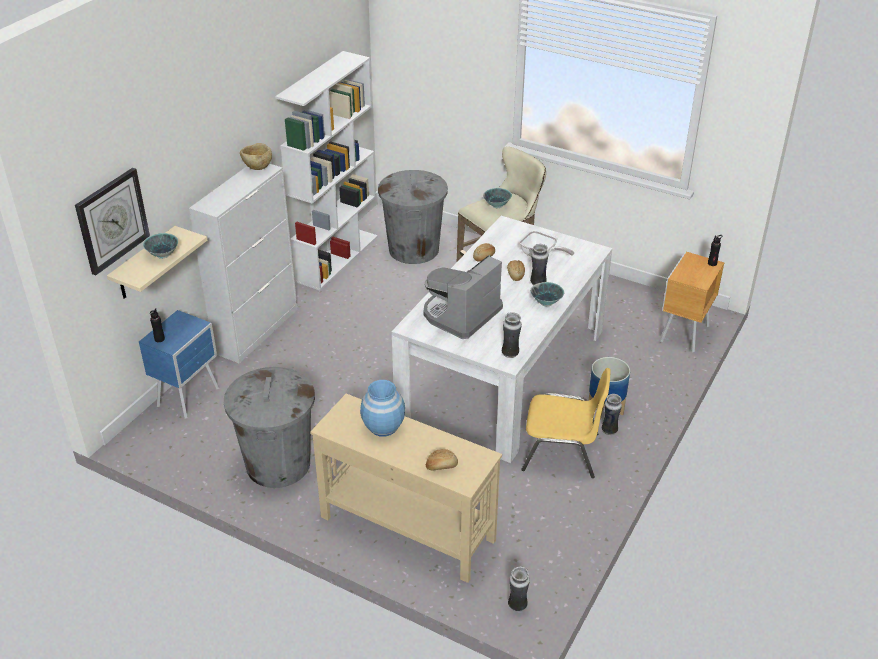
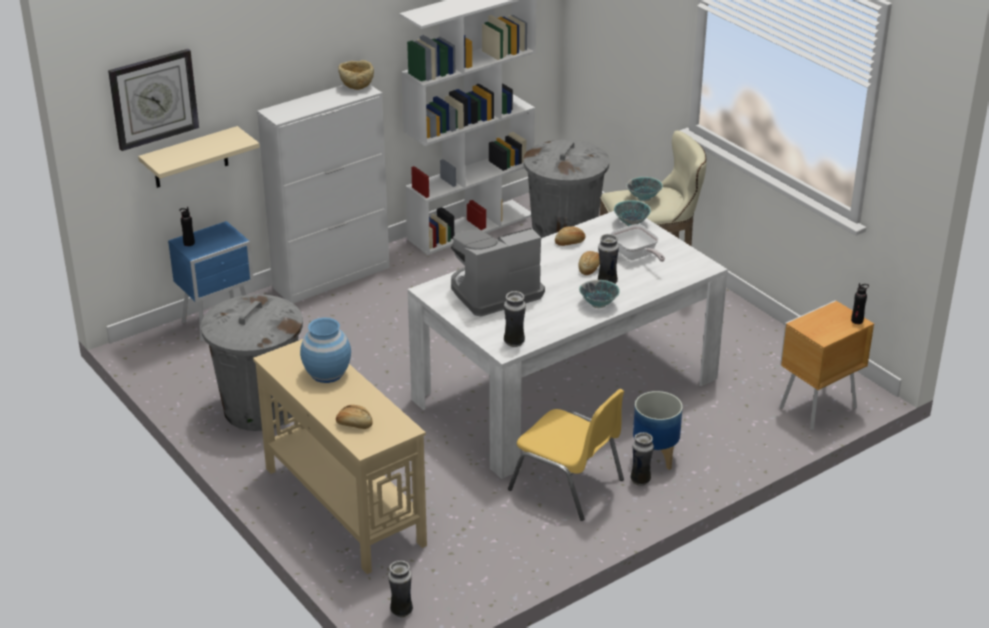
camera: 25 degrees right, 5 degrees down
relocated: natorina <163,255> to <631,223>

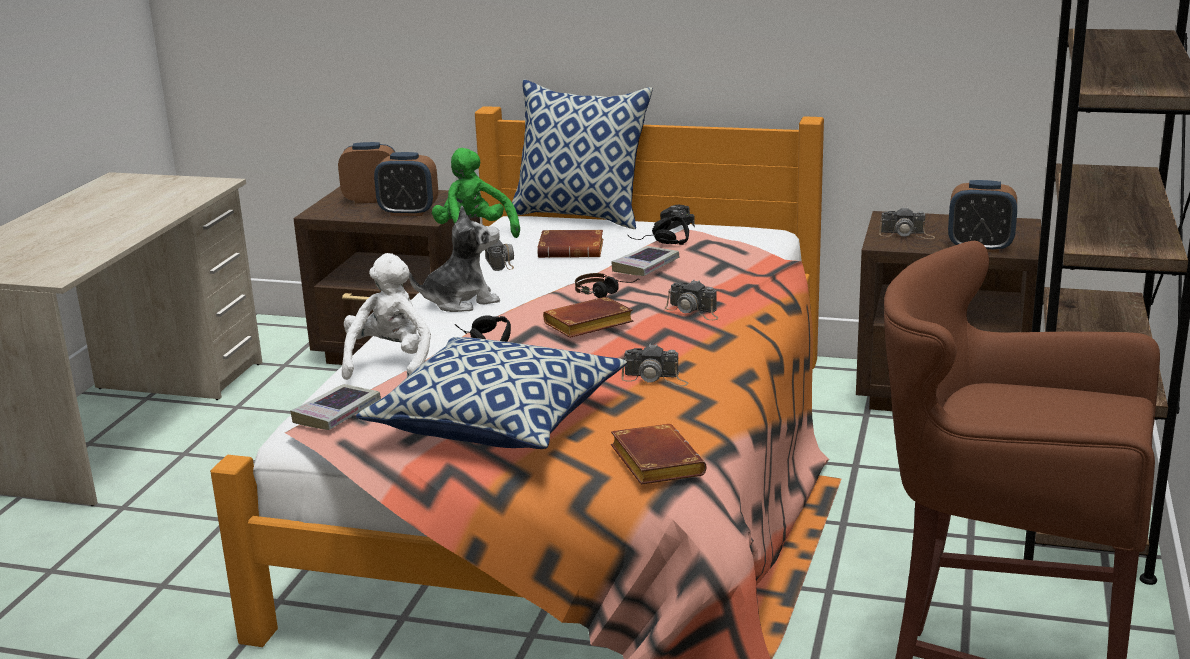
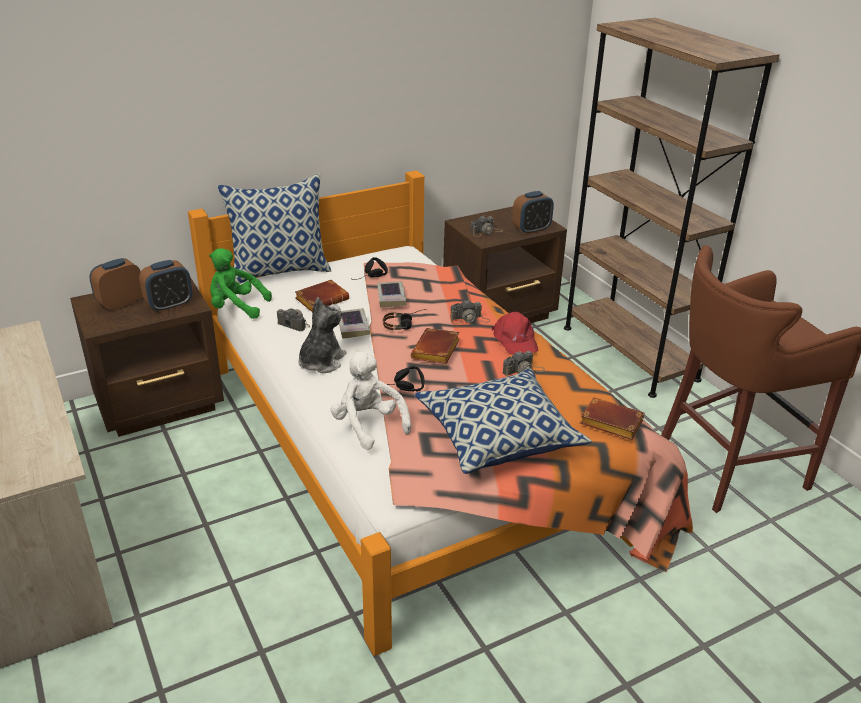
camera: 45 degrees left, 10 degrees up
missing: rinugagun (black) <677,223>
appeared: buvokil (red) <515,340>
relocated: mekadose <337,413> to <353,326>

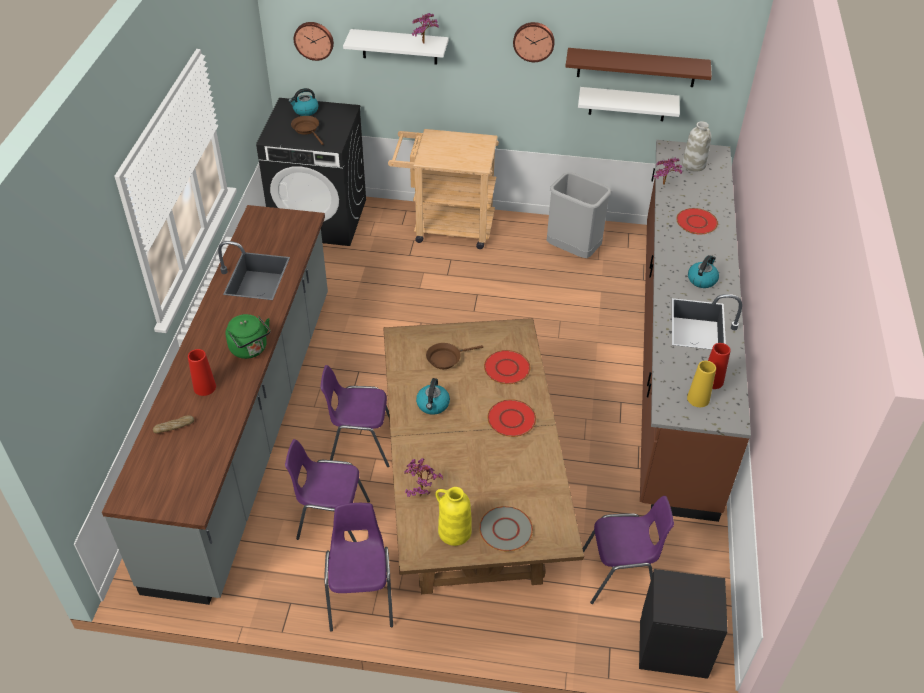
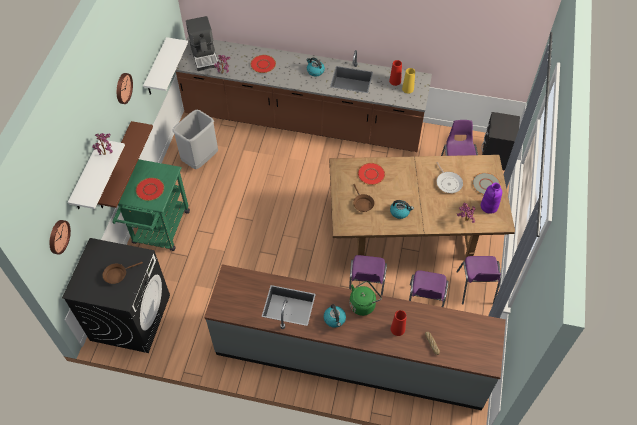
camera: 85 degrees left, 10 degrees up
appeared: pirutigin <448,182>
relocated: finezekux <305,110> to <335,319>; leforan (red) <511,419> to <150,190>; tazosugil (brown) <636,67> to <115,167>
exchanged: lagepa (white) <694,165> to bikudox <205,55>
colour: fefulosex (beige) <445,227> to fefulosex (green) <159,231>; lagepa (yellow) <454,532> to lagepa (purple) <489,206>
spun: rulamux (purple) <361,597> = <475,288> 90 degrees counterclockwise

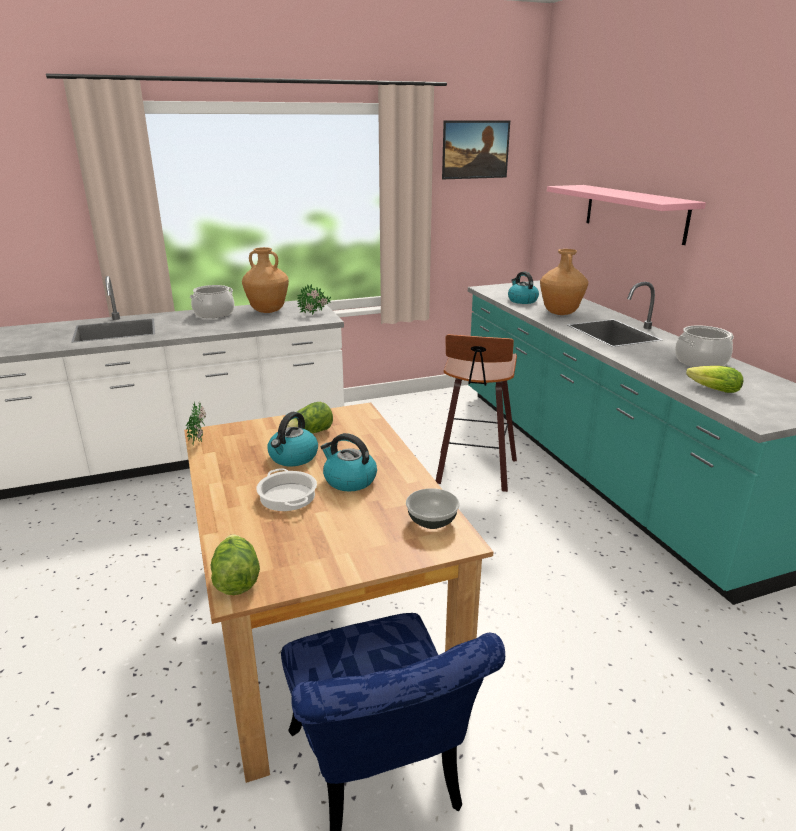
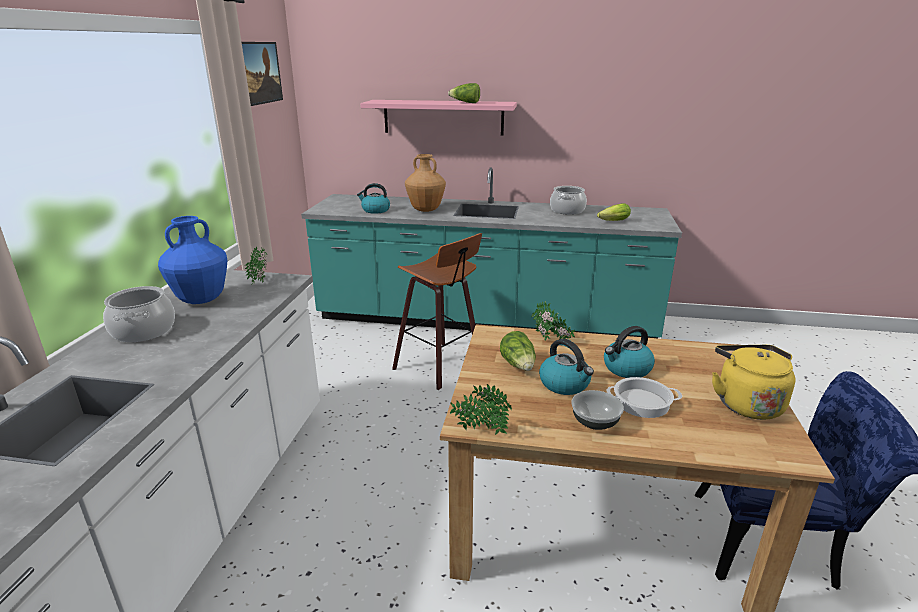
camera: 60 degrees left, 0 degrees up
appeared: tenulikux <551,341>; finezekux (yellow) <746,403>
relocated: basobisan <235,578> to <465,103>; natorina <432,522> to <595,422>
colour: lagepa (brown) <267,311> to lagepa (blue) <201,300>

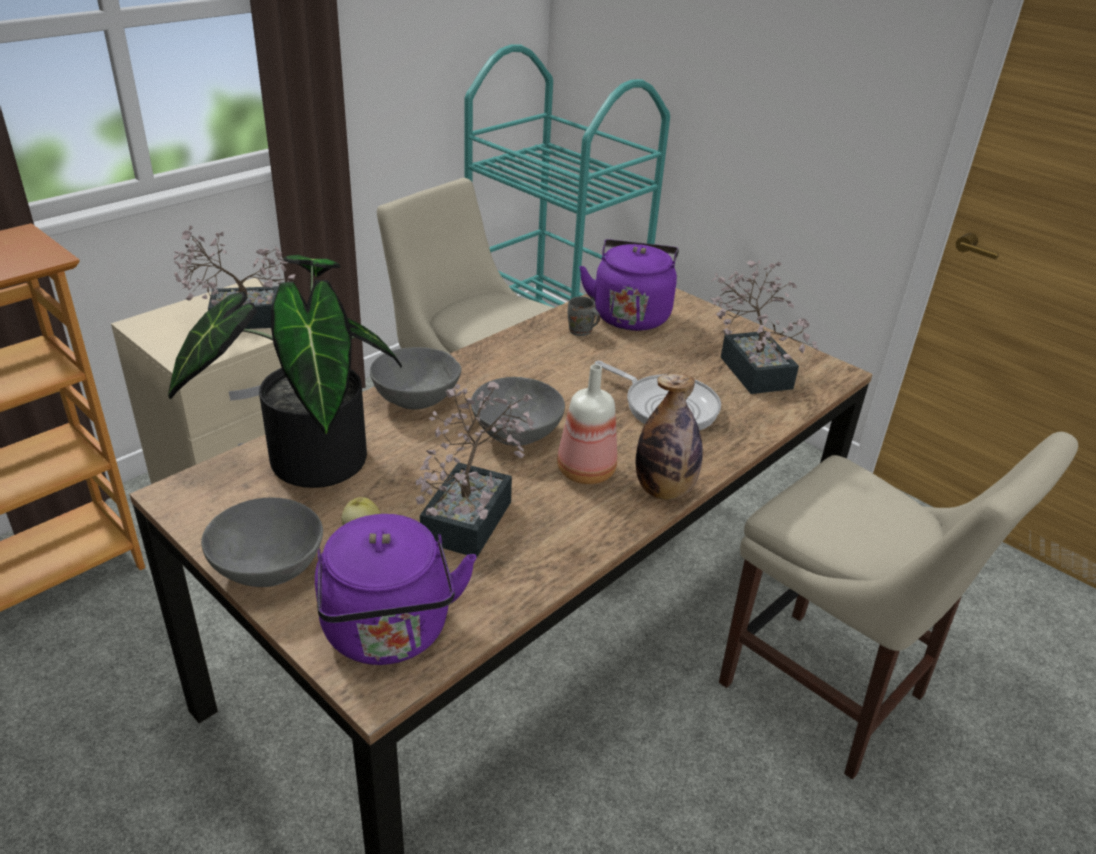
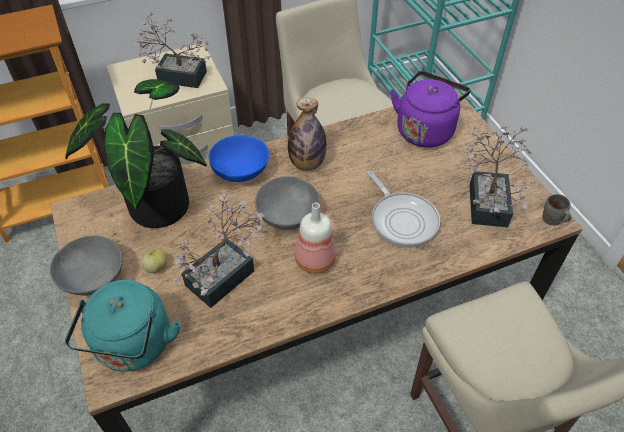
camera: 25 degrees right, 15 degrees up
relocated: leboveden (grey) <581,332> to <551,220>; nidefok <664,490> to <307,163>
colour: finezekux (purple) <389,634> to finezekux (turquoise) <133,347>; natorina (grey) <416,399> to natorina (blue) <240,172>

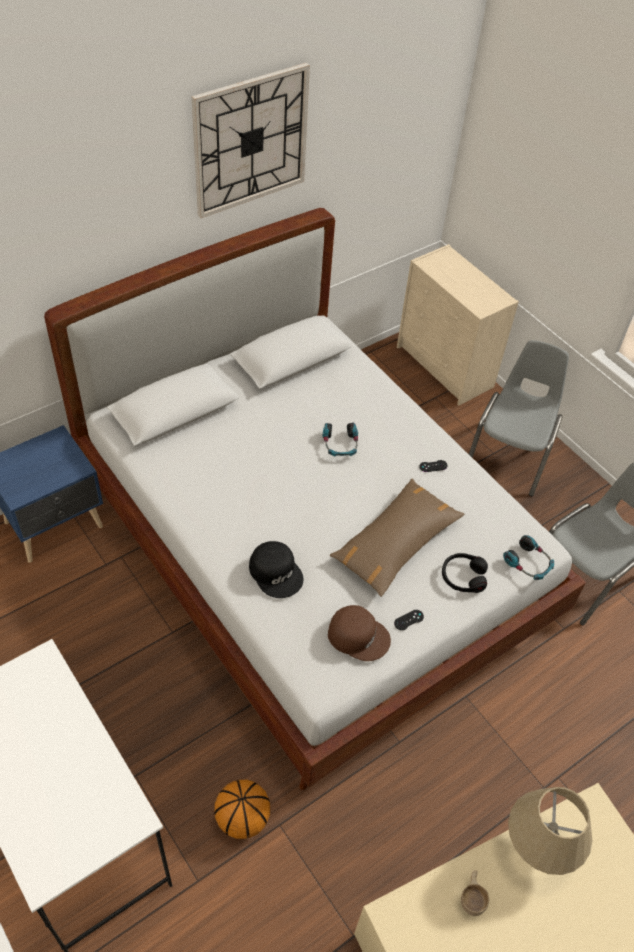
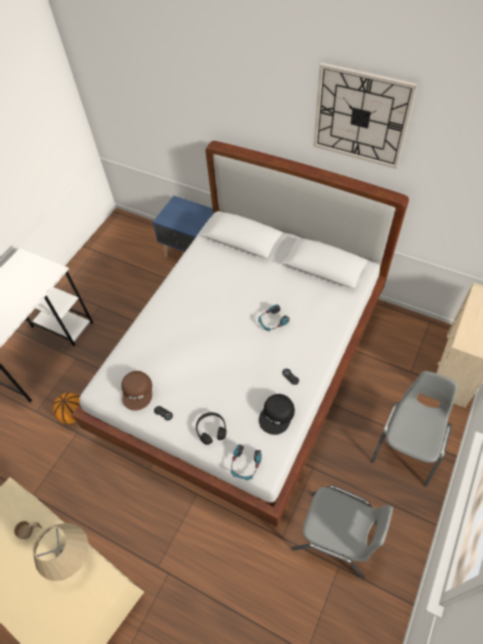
camera: 70 degrees right, 5 degrees up
missing: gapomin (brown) <395,543>
relocated: buvokil (black) <276,572> to <277,415>
spun: rulamux (grey) <510,454> = <408,444> 60 degrees counterclockwise

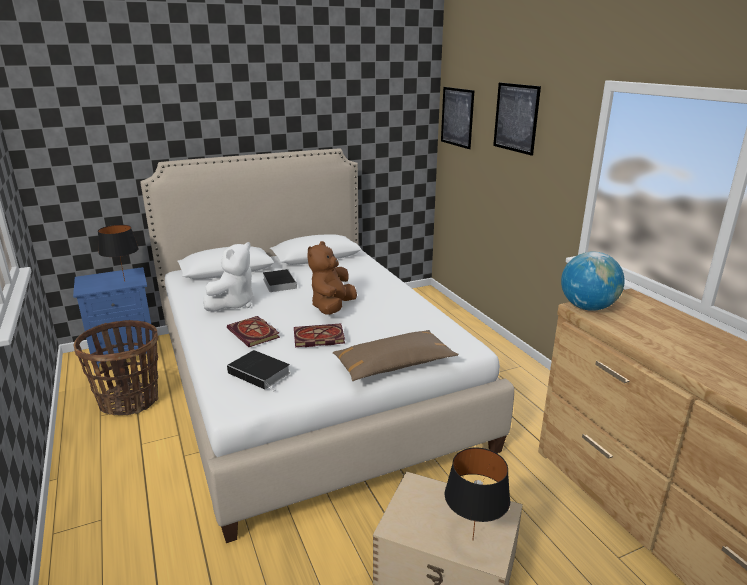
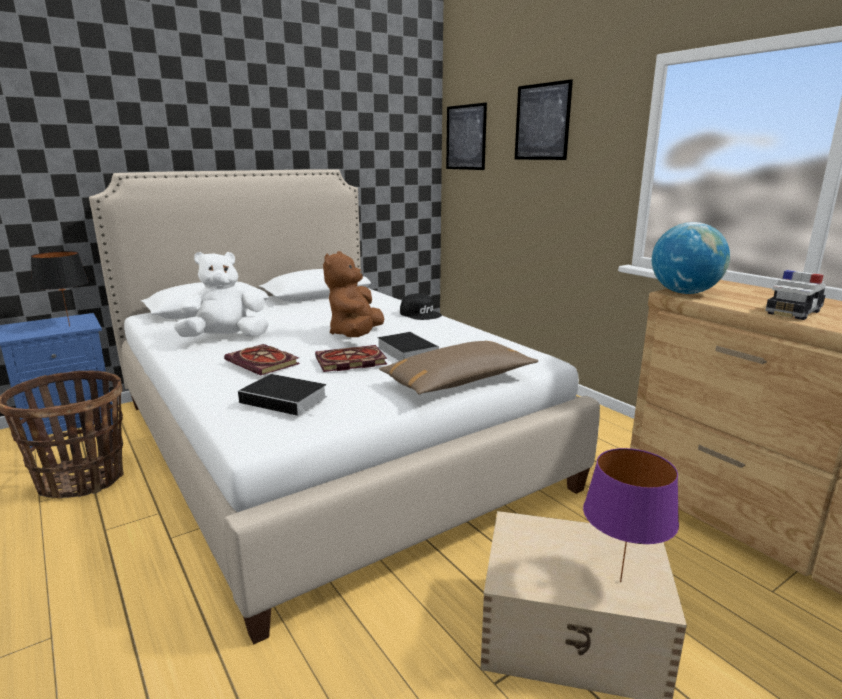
camera: 10 degrees left, 5 degrees down
appeared: buvokil (black) <421,314>; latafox <793,312>
relocated: mekadose <279,283> to <405,351>
colour: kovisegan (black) <472,540> to kovisegan (purple) <620,582>
spun: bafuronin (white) <233,304> = <225,338> 135 degrees counterclockwise

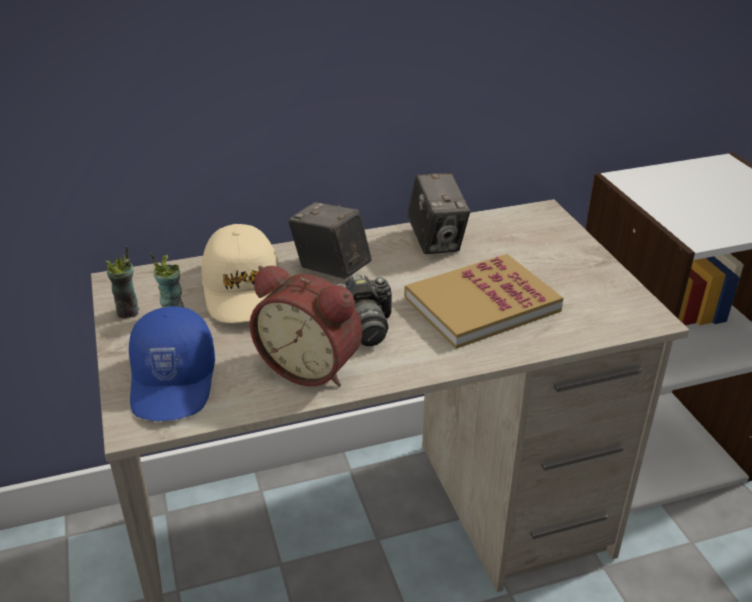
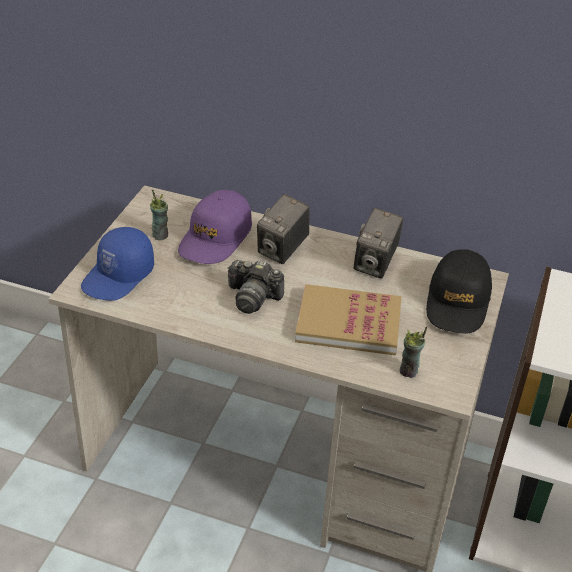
camera: 35 degrees right, 5 degrees up
missing: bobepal <311,366>
appeared: buvokil (black) <458,302>
relocated: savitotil <128,312> to <409,371>
colour: buvokil (beige) <243,289> to buvokil (purple) <215,238>
spun: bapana <331,269> = <282,250> 135 degrees counterclockwise

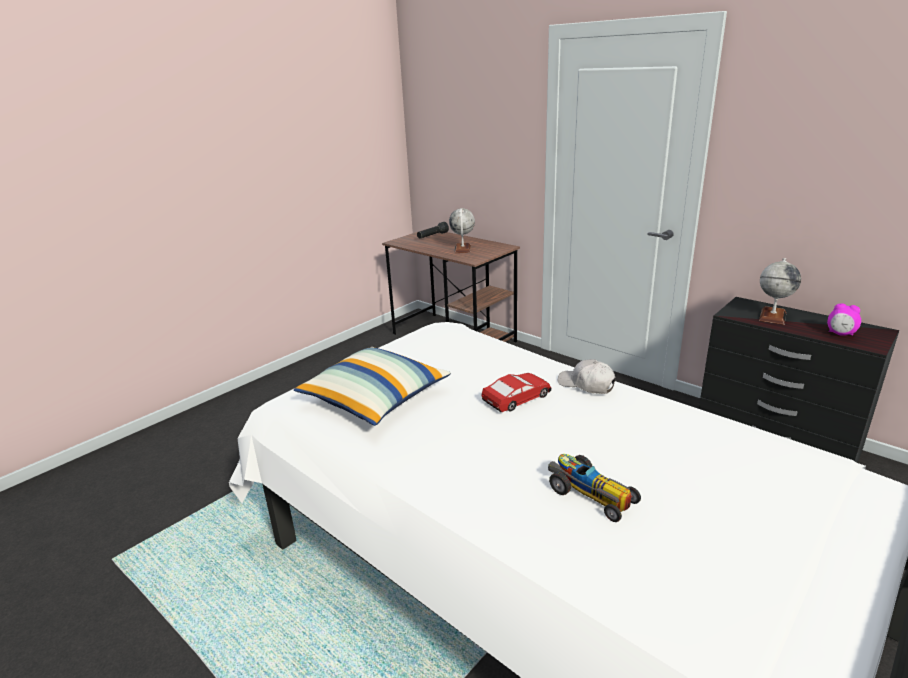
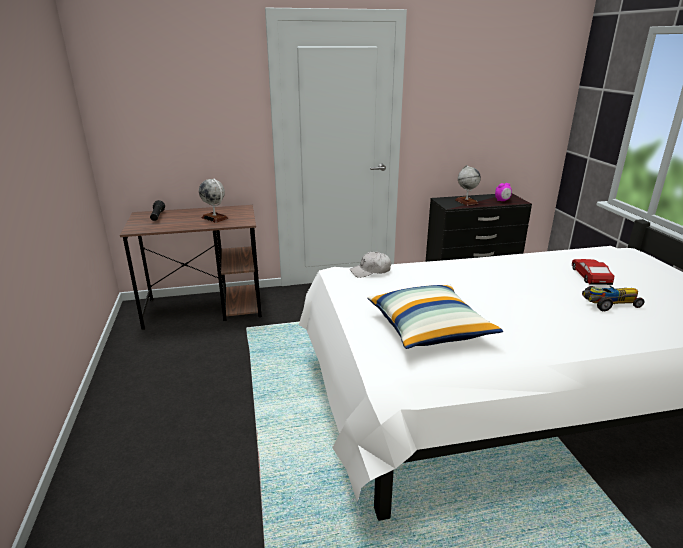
camera: 55 degrees left, 0 degrees up
relocated: latafox <517,398> to <590,276>; buvokil (white) <586,384> to <370,271>

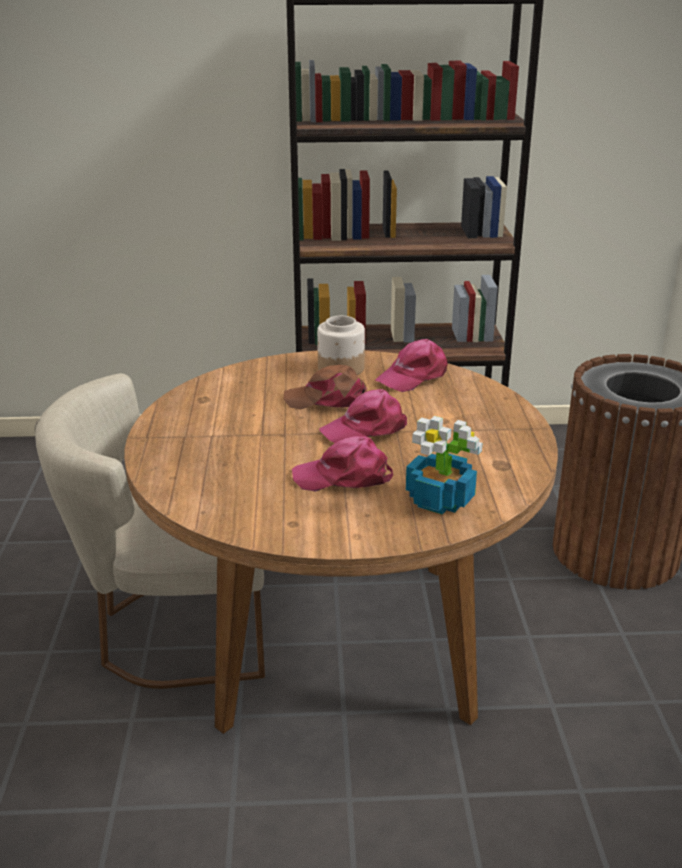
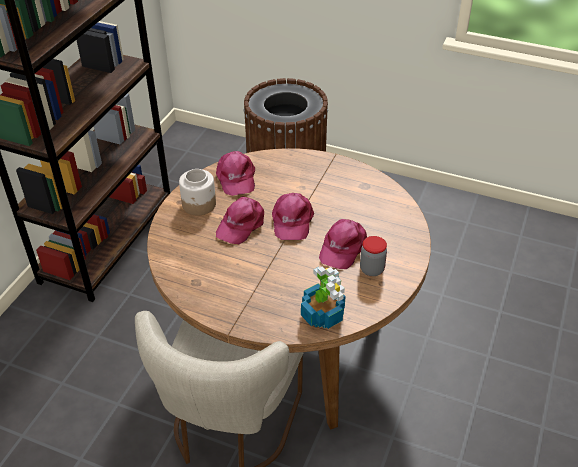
camera: 65 degrees left, 15 degrees up
appeared: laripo <372,269>
relocated: tenulikux <441,499> to <322,314>
colour: buvokil (brown) <328,400> to buvokil (pink) <241,224>

